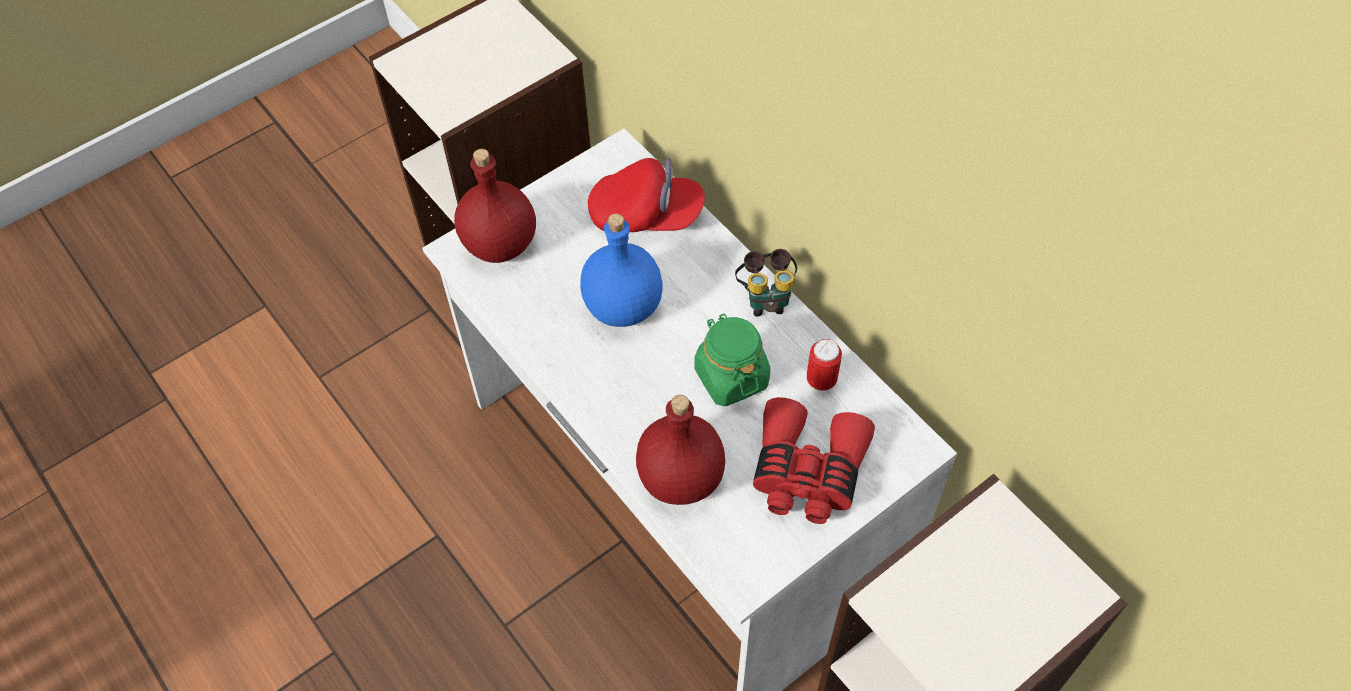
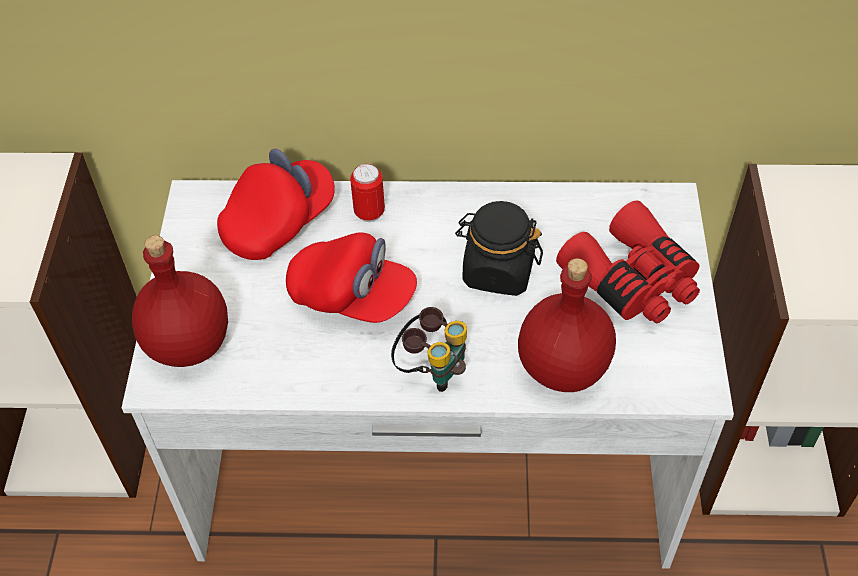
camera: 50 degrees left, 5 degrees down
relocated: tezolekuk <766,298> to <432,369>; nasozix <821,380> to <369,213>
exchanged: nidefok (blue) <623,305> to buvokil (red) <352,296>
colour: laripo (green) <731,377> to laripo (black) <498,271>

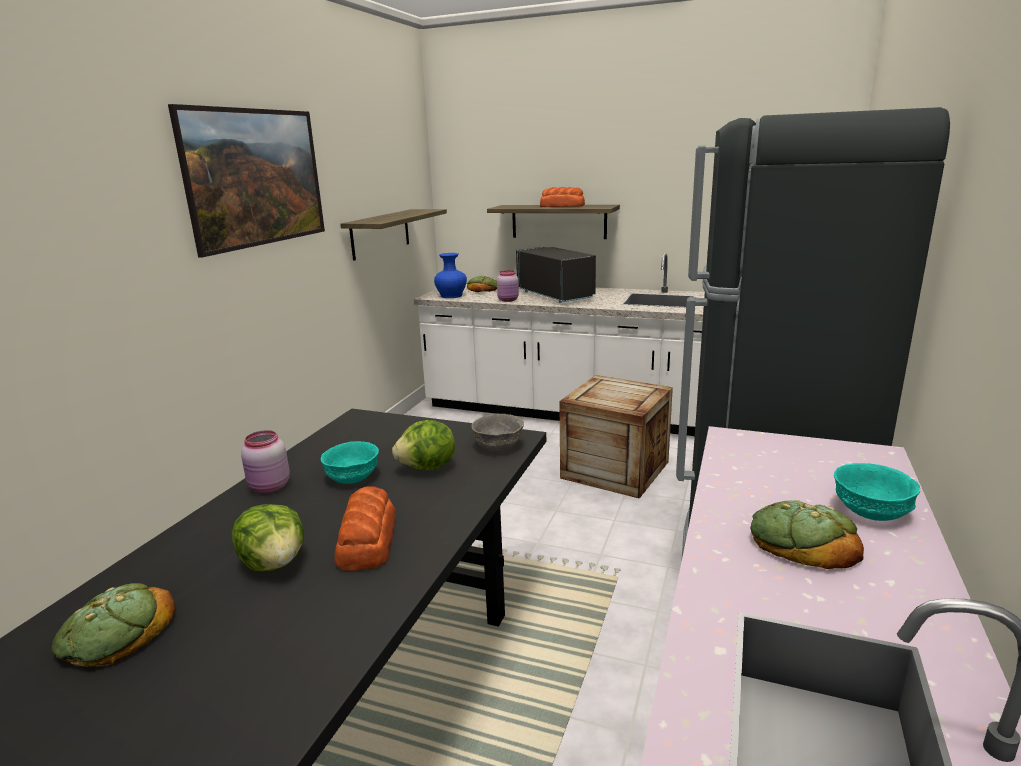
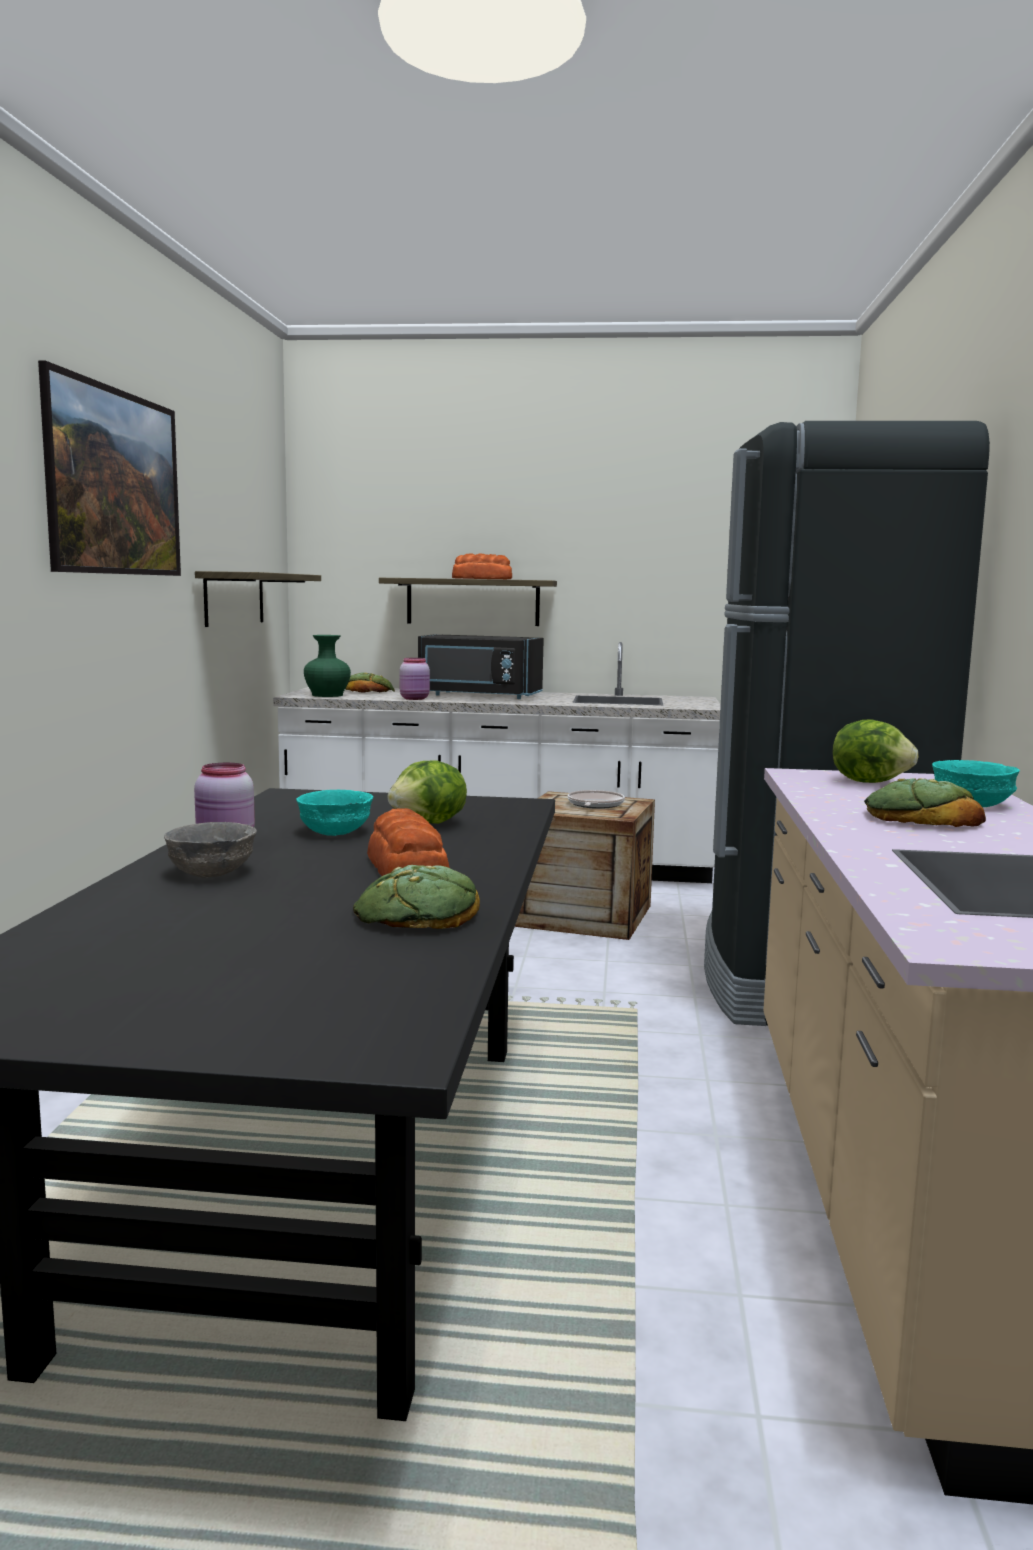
camera: 15 degrees left, 10 degrees down
appeared: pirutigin <594,805>
relocated: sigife <116,632> to <417,914>; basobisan <275,563> to <870,782>; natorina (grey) <499,446> to <213,873>
colour: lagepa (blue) <451,296> to lagepa (green) <326,695>
spun: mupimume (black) <557,295> = <478,696> 150 degrees clockwise

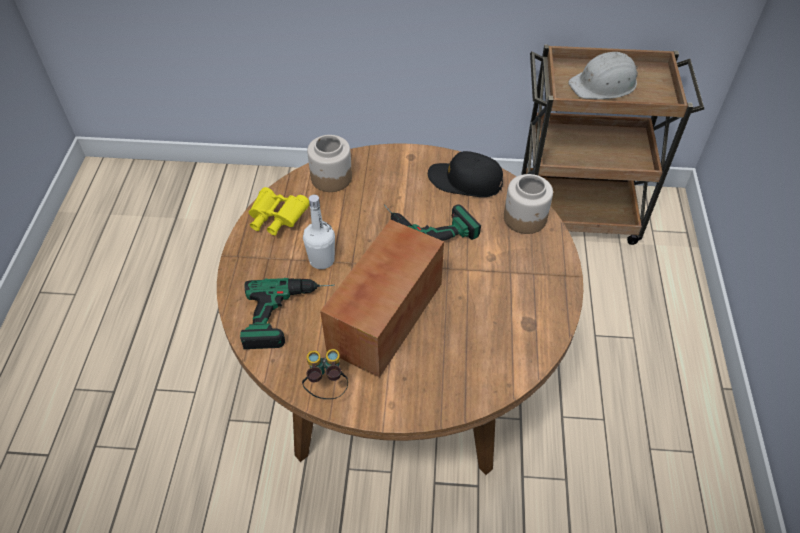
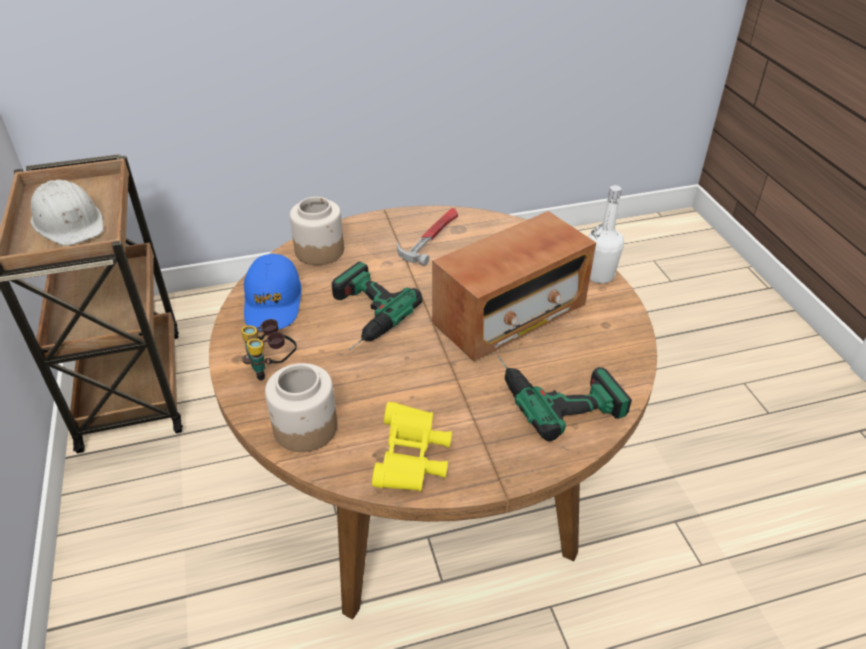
camera: 110 degrees left, 10 degrees down
appeared: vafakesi <430,237>
relocated: tezolekuk <326,388> to <272,368>; nidefok (white) <322,260> to <599,275>
colour: buvokil (black) <465,181> to buvokil (blue) <273,302>
spun: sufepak <385,318> = <510,316> 45 degrees counterclockwise

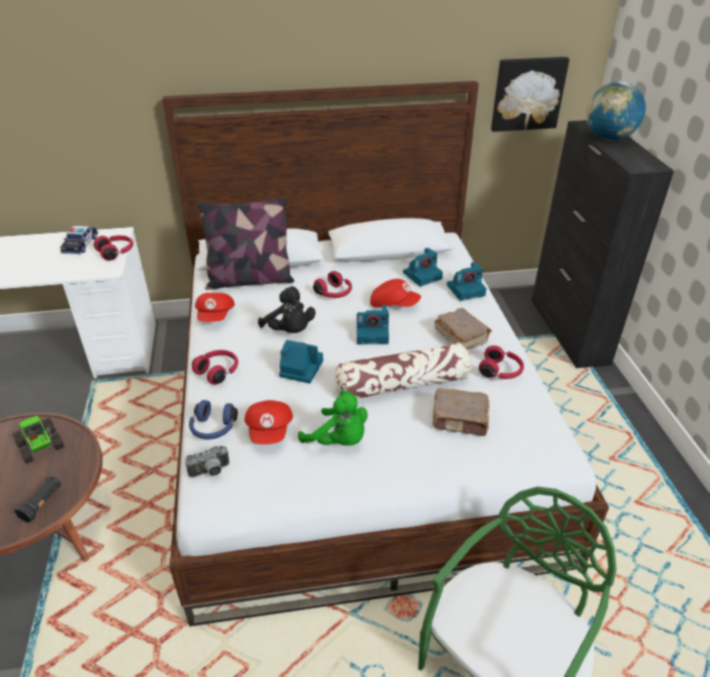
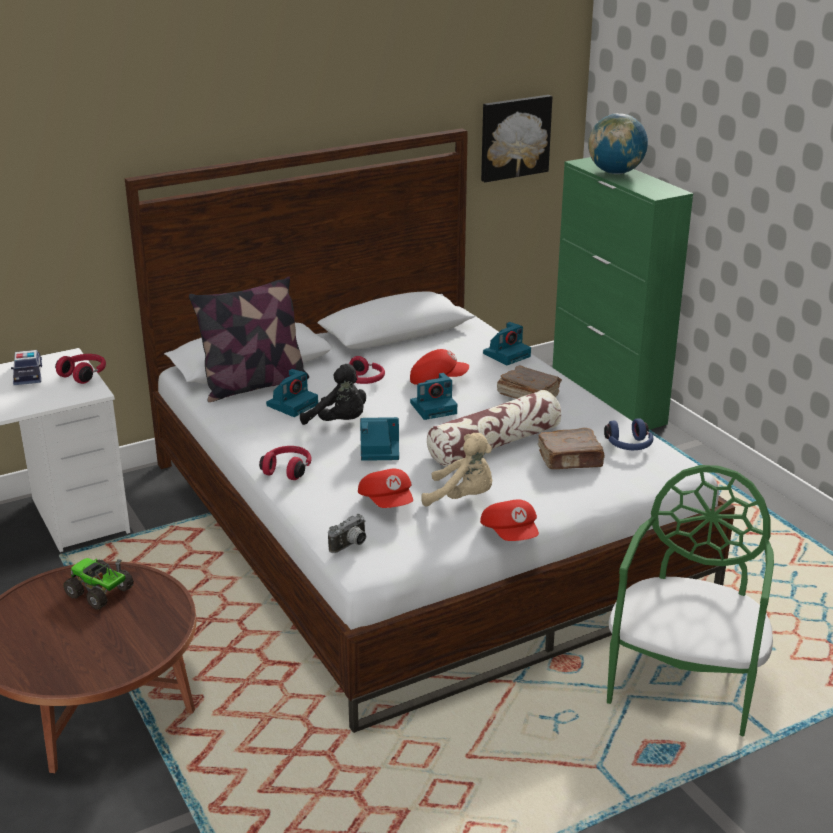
camera: 20 degrees left, 10 degrees down
missing: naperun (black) <42,504>; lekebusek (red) <501,371>
relocated: lekebusek (blue) <213,428> to <629,446>; buvokil (red) <216,316> to <511,534>; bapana <423,275> to <292,404>
colour: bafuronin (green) <339,440> to bafuronin (beige) <462,498>; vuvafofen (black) <569,331> to vuvafofen (green) <607,401>

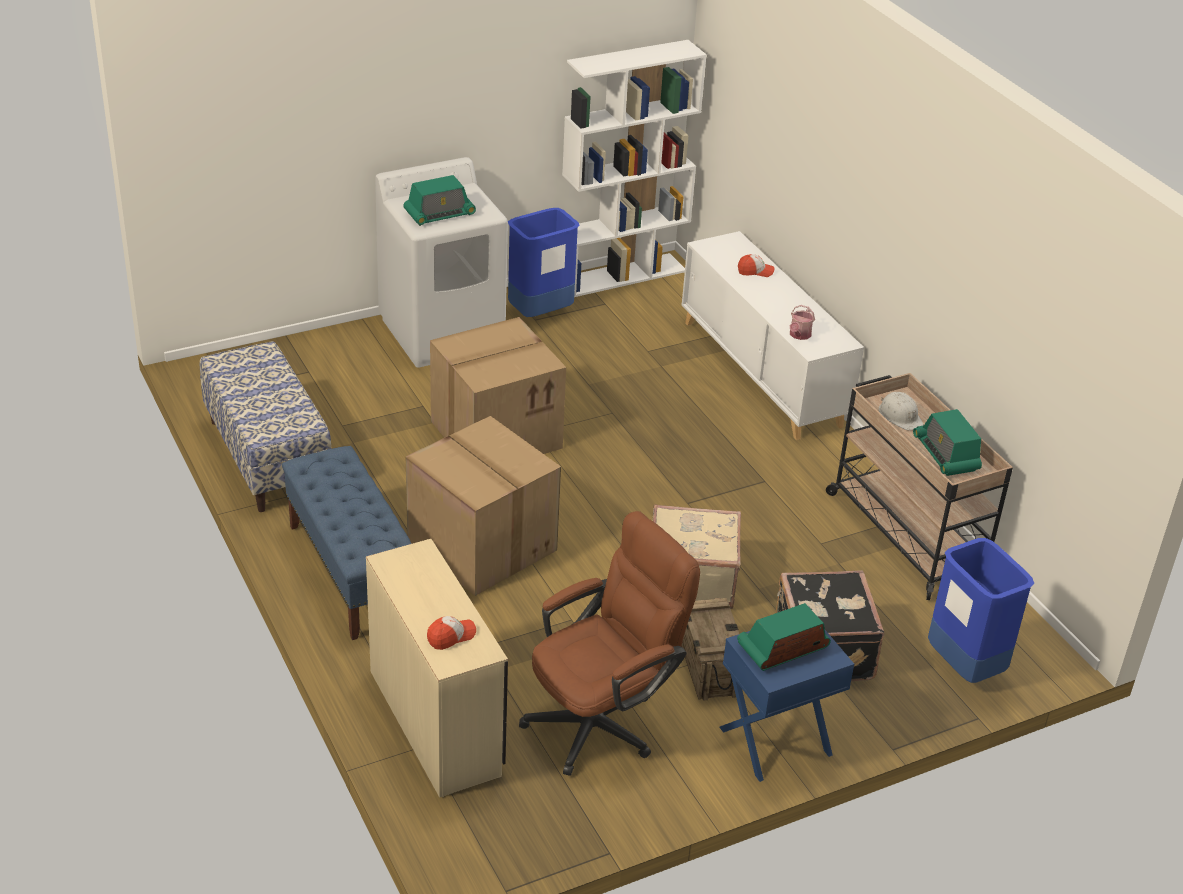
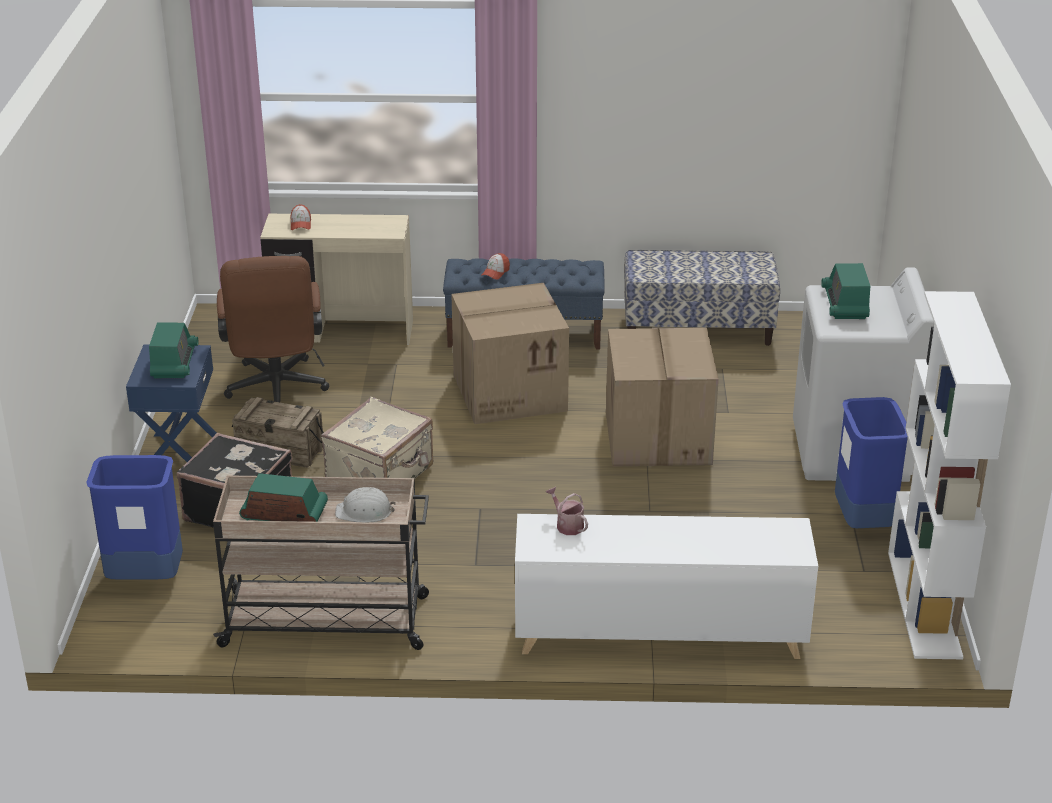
camera: 120 degrees right, 5 degrees down
relocated: buvokil <755,271> to <495,272>

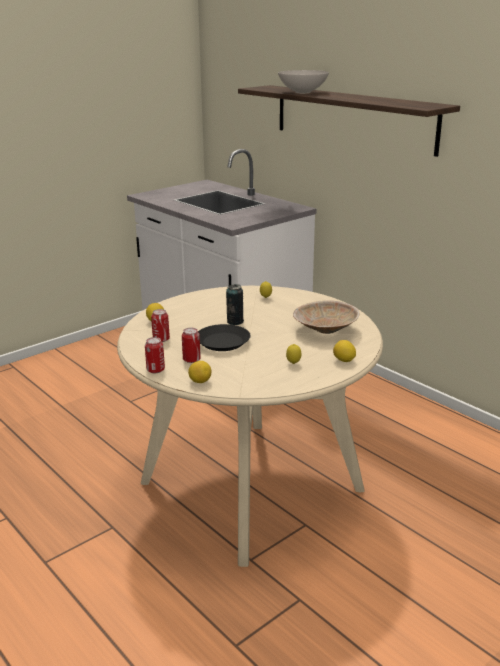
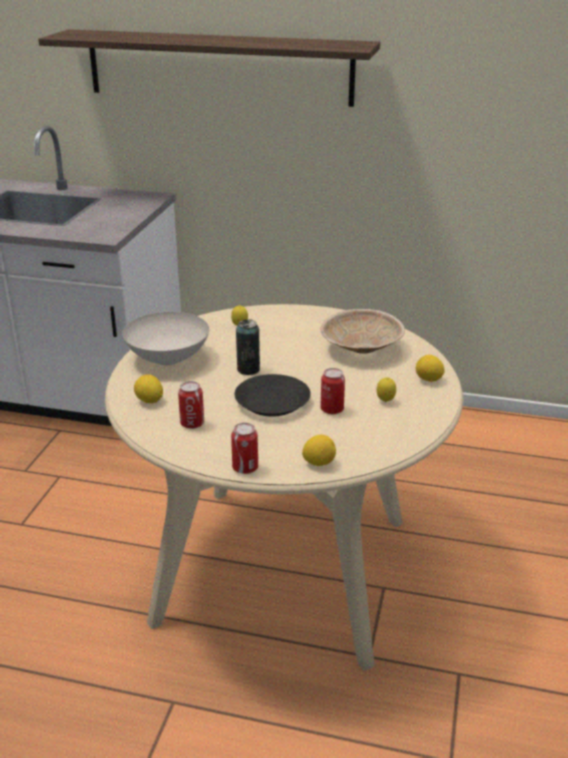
camera: 35 degrees left, 5 degrees up
relocated: nasozix <191,359> to <332,409>; natorina (white) <302,92> to <166,359>

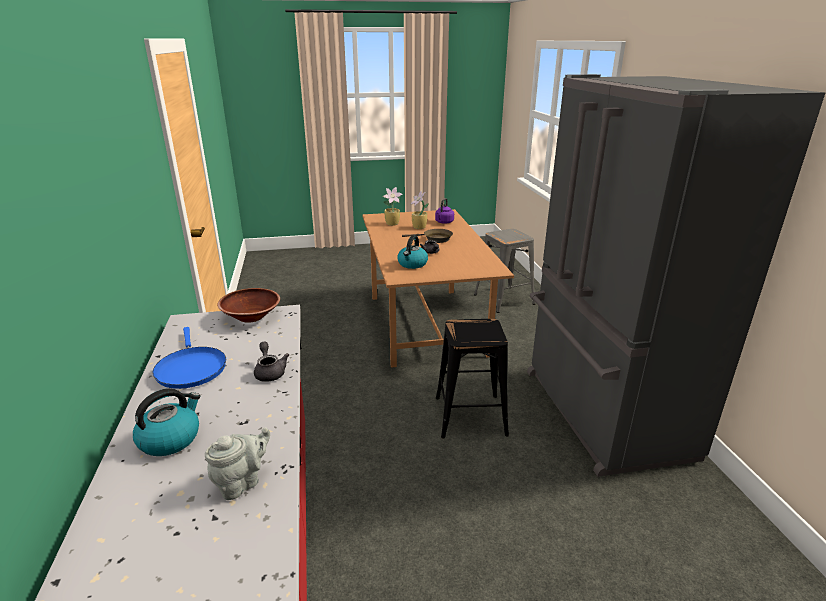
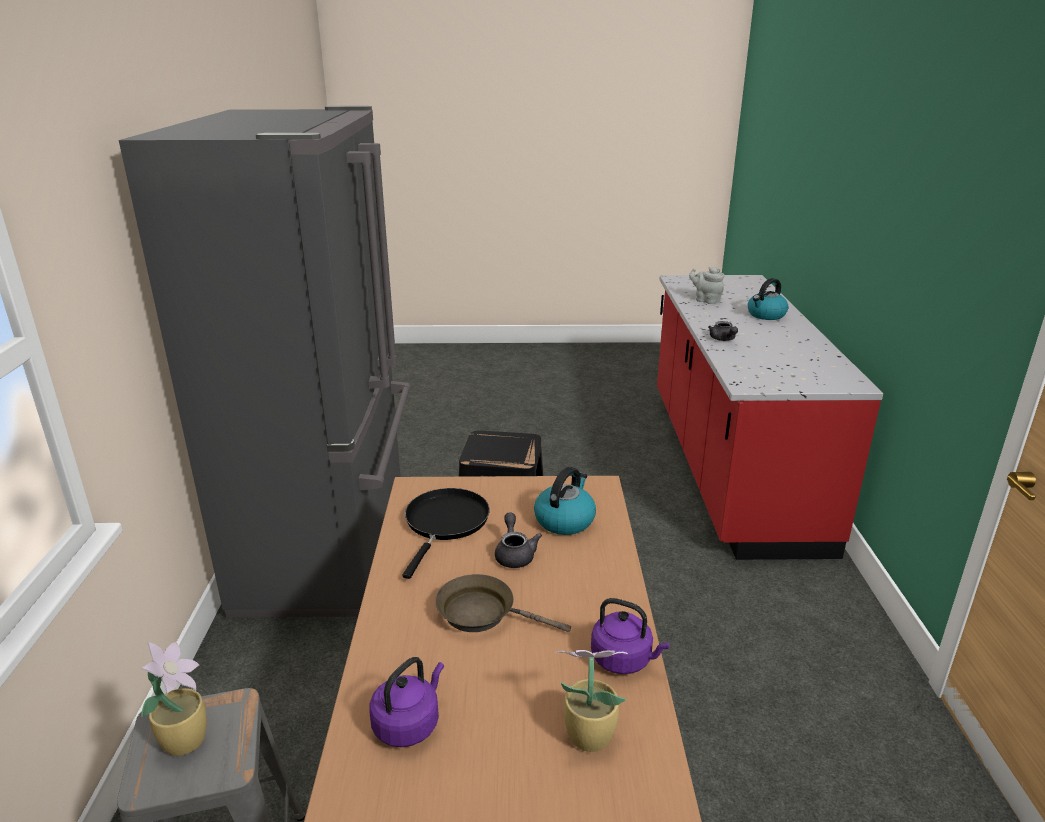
camera: 170 degrees left, 0 degrees up
missing: pirutigin (blue) <191,368>; natorina (brown) <251,317>
appeared: pirutigin (black) <445,523>; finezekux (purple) <624,659>
relocated: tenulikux <419,227> to <186,739>
spun: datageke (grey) <242,482> = <705,300> 75 degrees clockwise

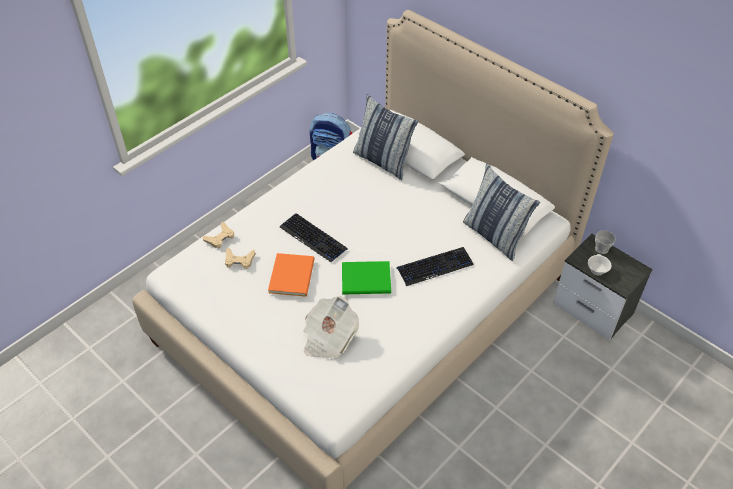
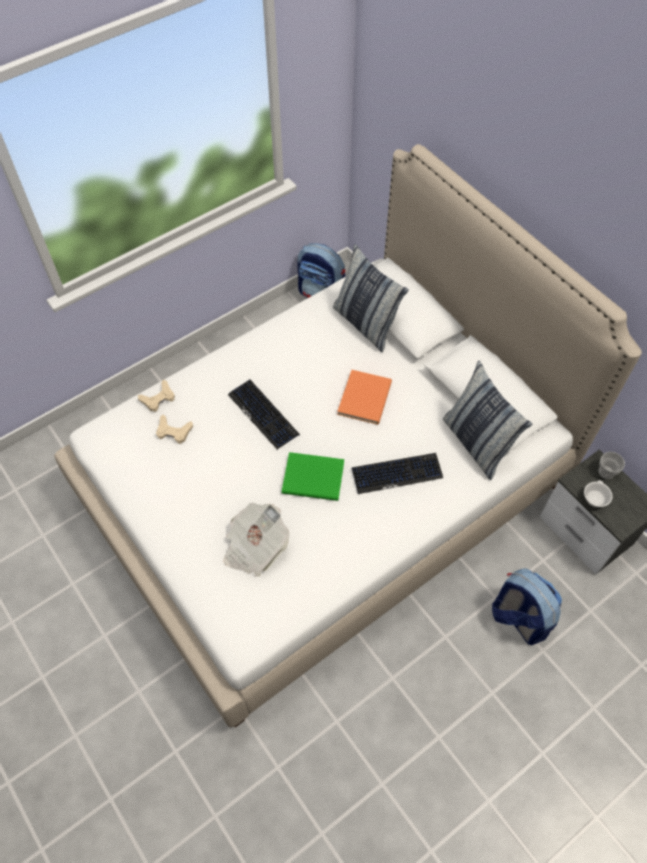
camera: 10 degrees right, 10 degrees up
appeared: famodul <518,618>
relocated: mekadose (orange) <293,275> to <366,397>

